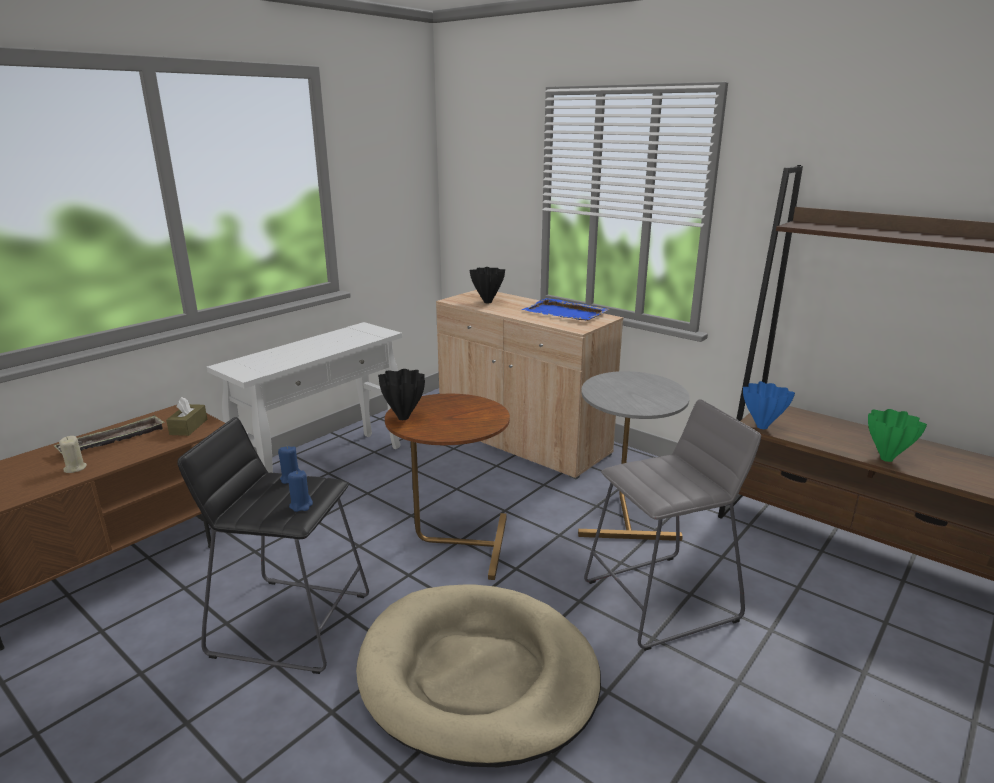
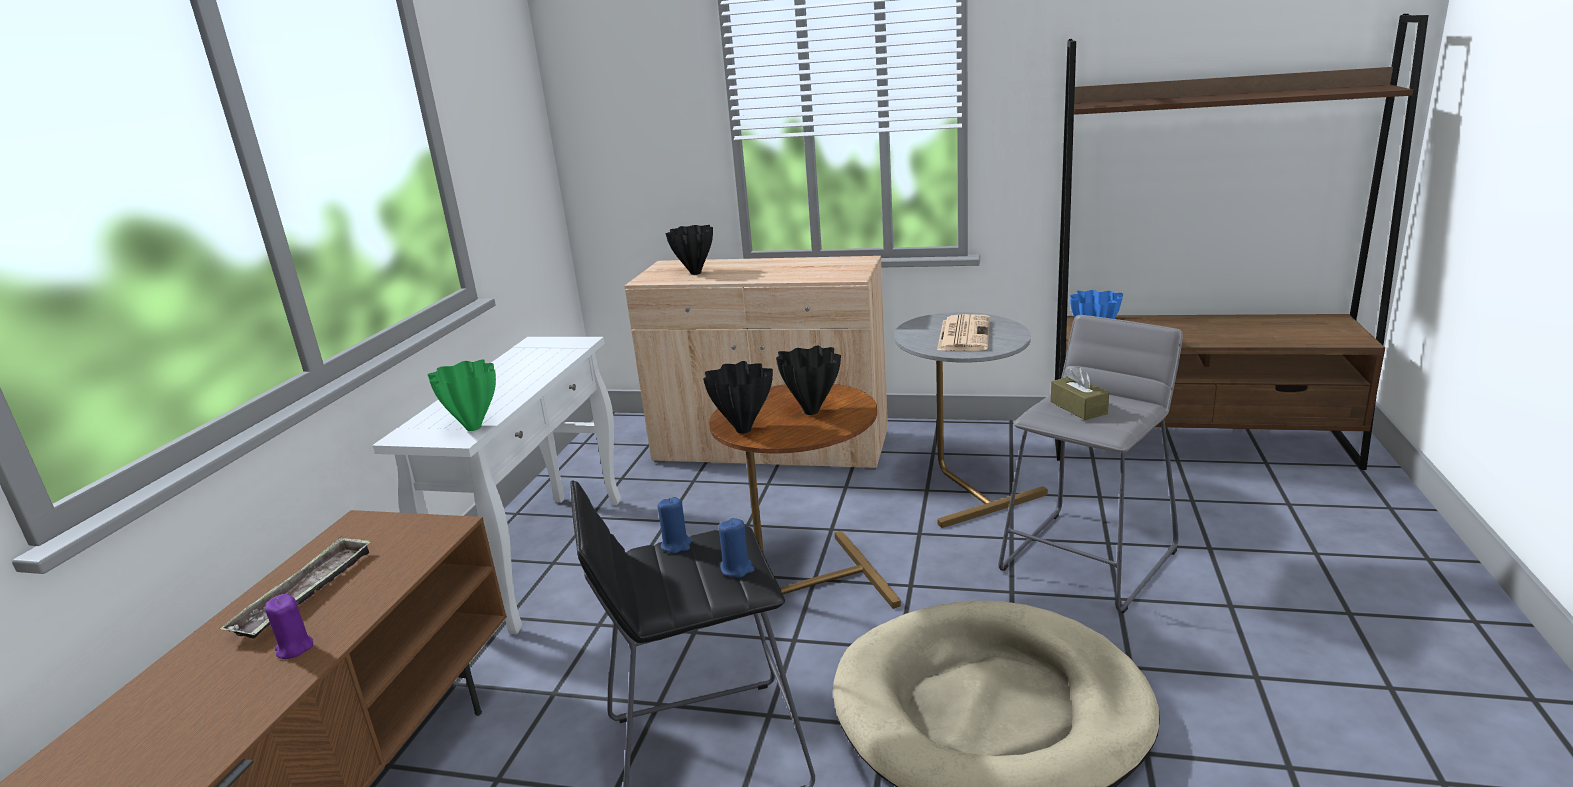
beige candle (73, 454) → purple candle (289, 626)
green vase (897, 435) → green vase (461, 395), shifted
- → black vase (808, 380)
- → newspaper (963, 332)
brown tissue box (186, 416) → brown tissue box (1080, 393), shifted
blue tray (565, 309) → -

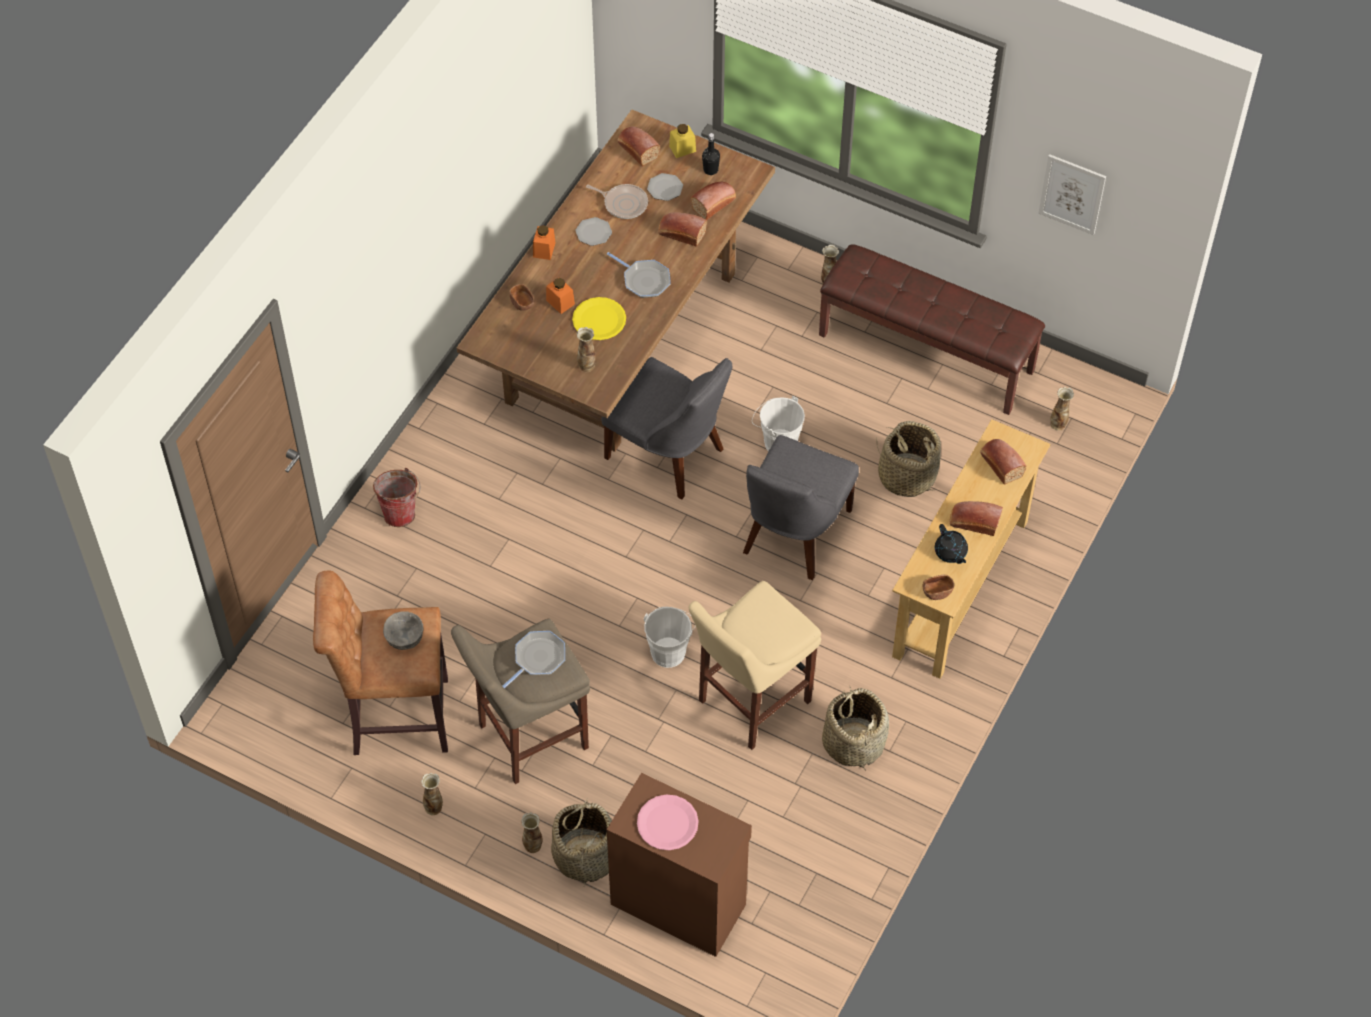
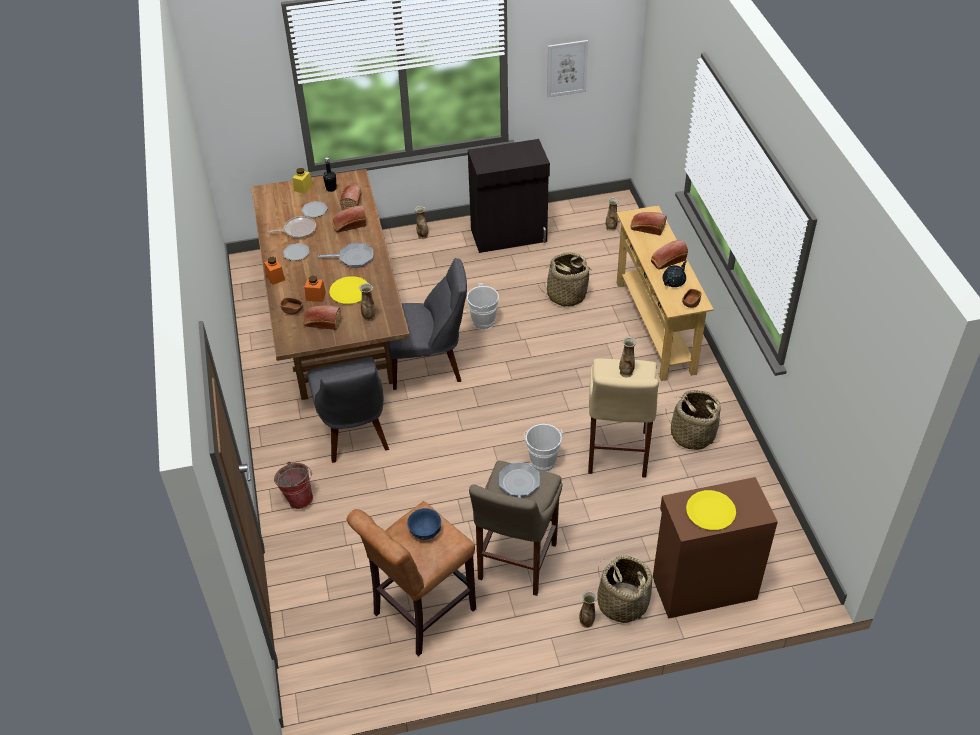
bread (638, 146) → bread (322, 317), shifted
grey chair (801, 507) → grey chair (348, 410), shifted
grey bowl (403, 630) → blue bowl (424, 524)
brown bench (932, 329) → black cabinet (509, 196)
vase (432, 794) → vase (628, 357), shifted
black teapot (951, 544) → black teapot (674, 274), 75 degrees counterclockwise
pink plate (668, 822) → yellow plate (711, 510)

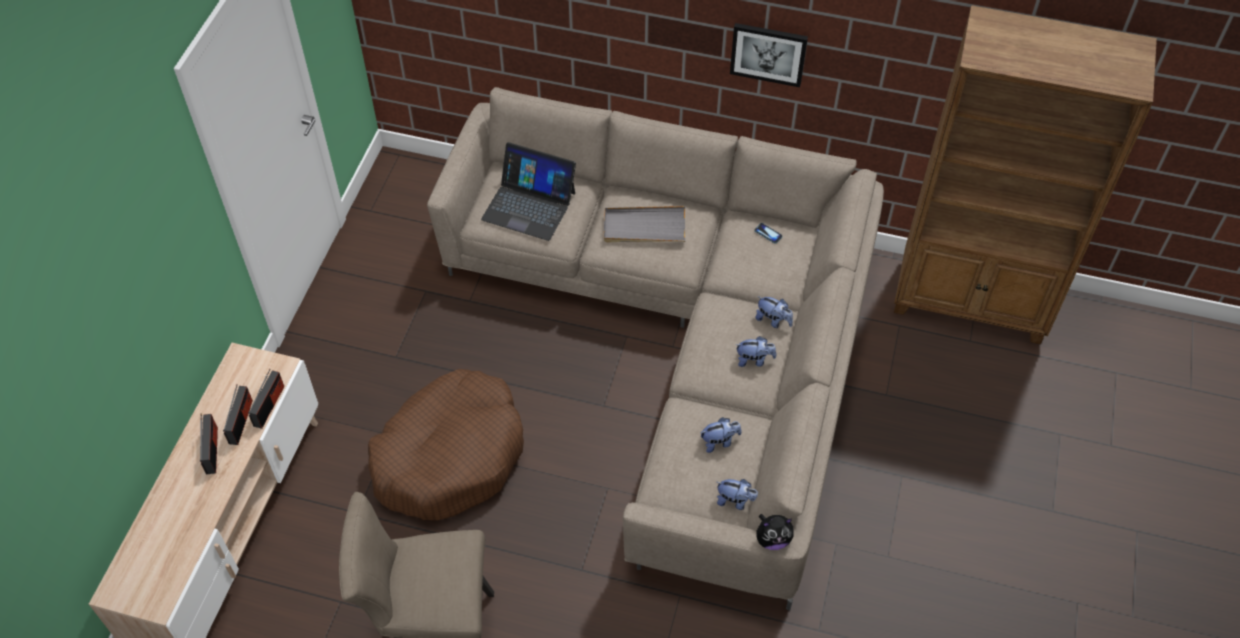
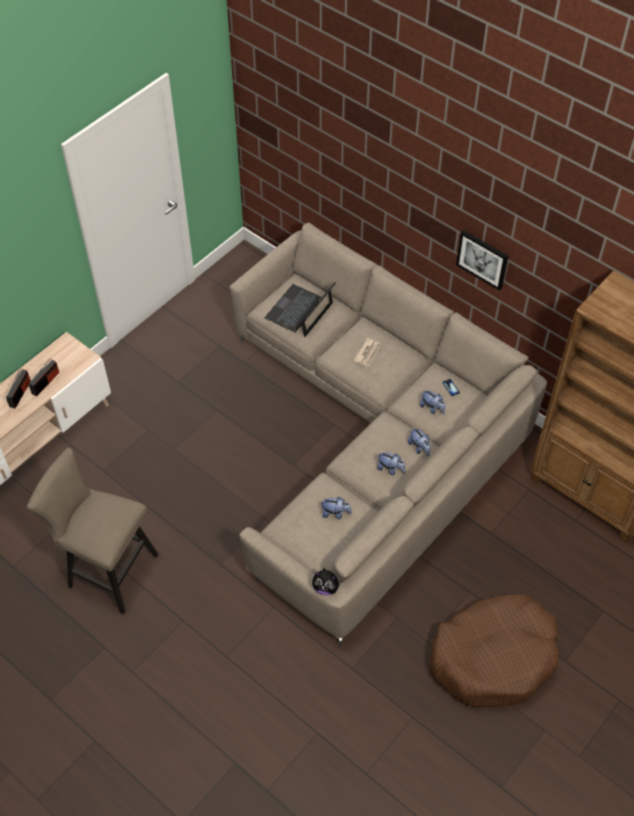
laptop (528, 191) → laptop (300, 309), 75 degrees clockwise
grey tray (644, 224) → newspaper (367, 352)
plush toy (737, 494) → plush toy (432, 402), shifted
brown dog bed (446, 444) → brown dog bed (493, 651), shifted
radio (266, 399) → -

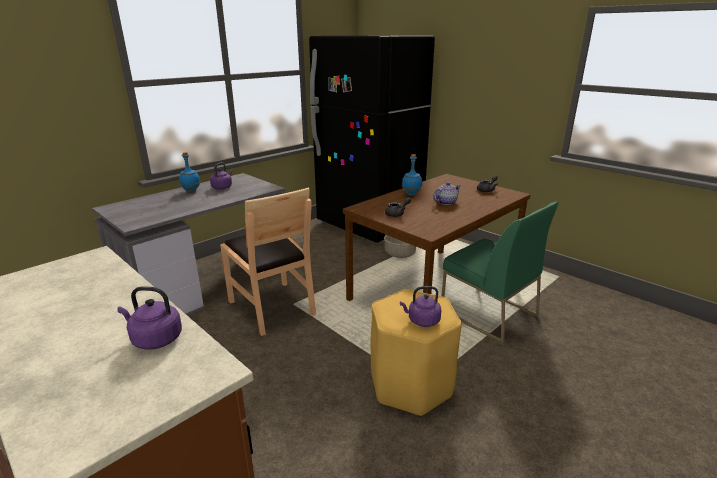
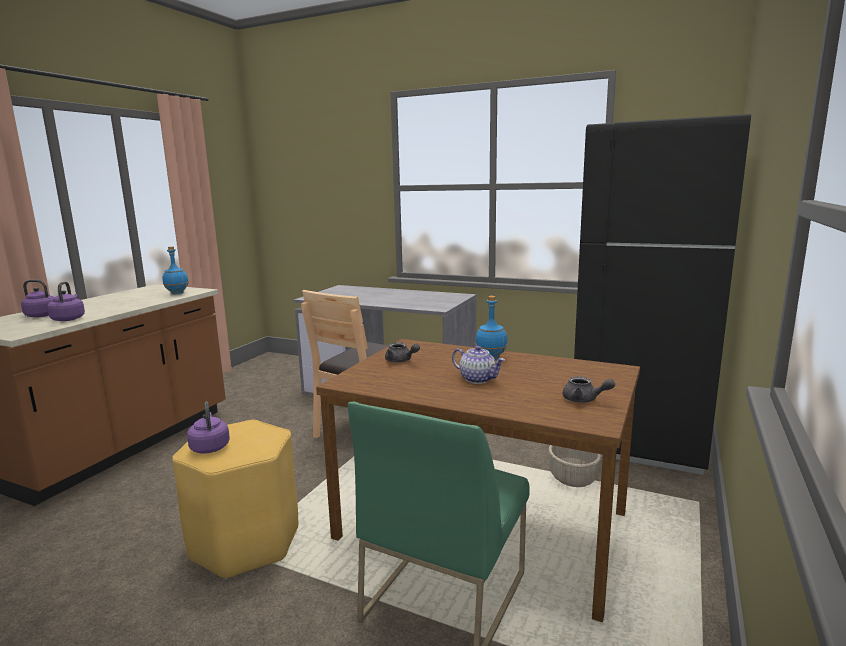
purple kettle (221, 175) → purple kettle (37, 298), shifted
blue bottle (189, 172) → blue bottle (176, 270), shifted

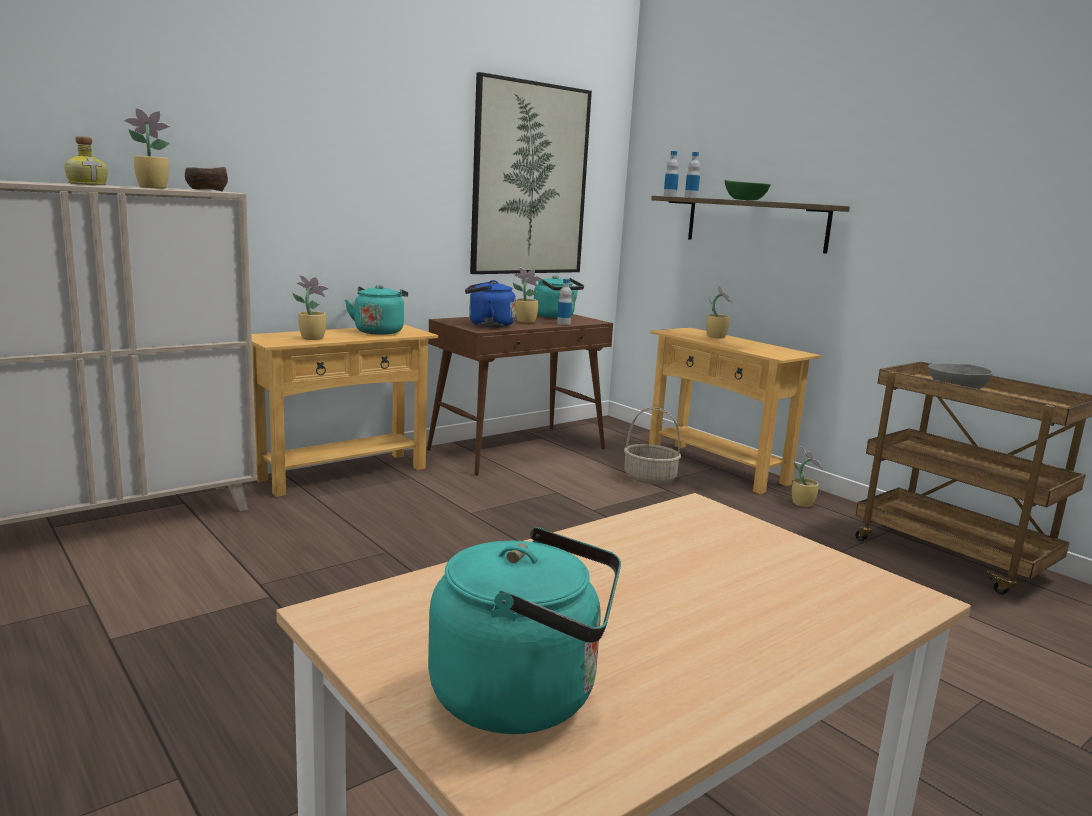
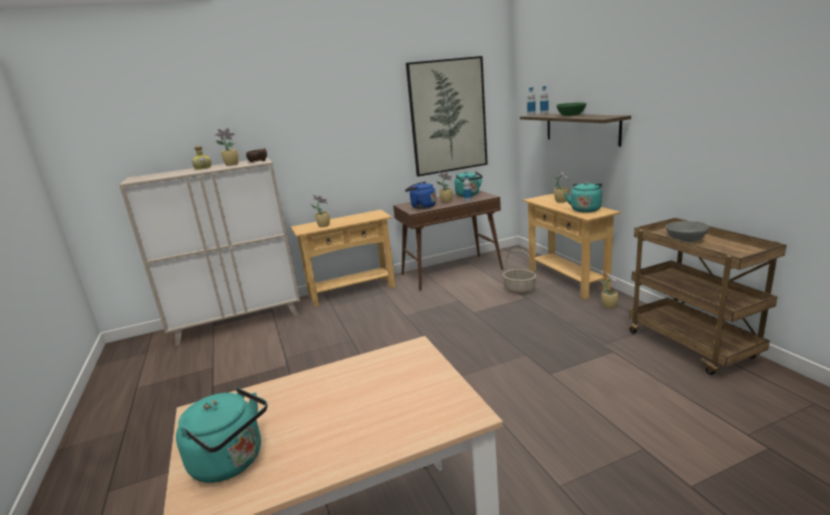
turquoise kettle (376, 310) → turquoise kettle (583, 197), shifted

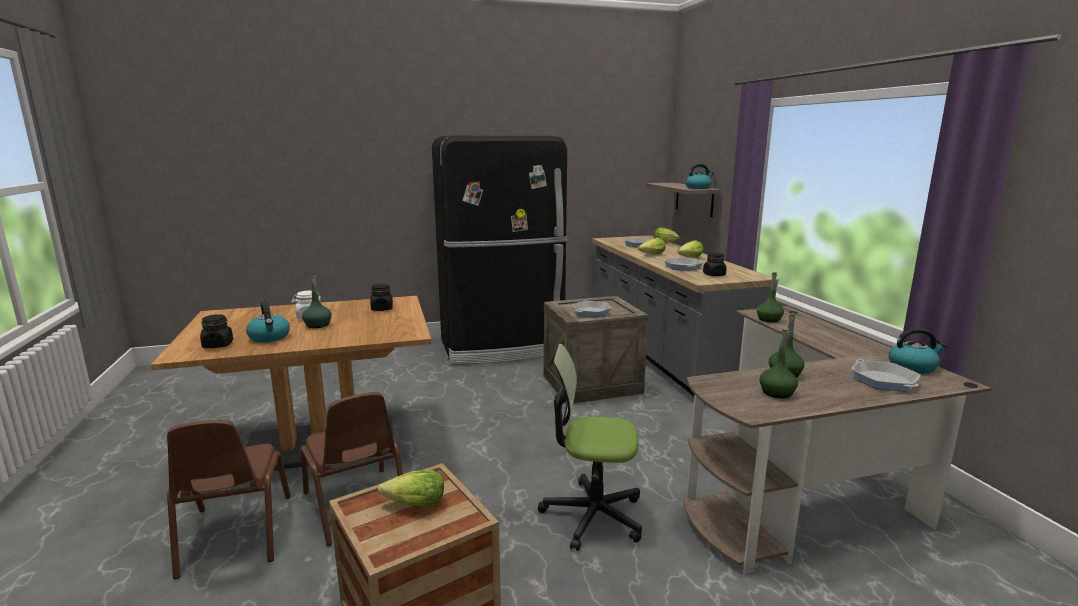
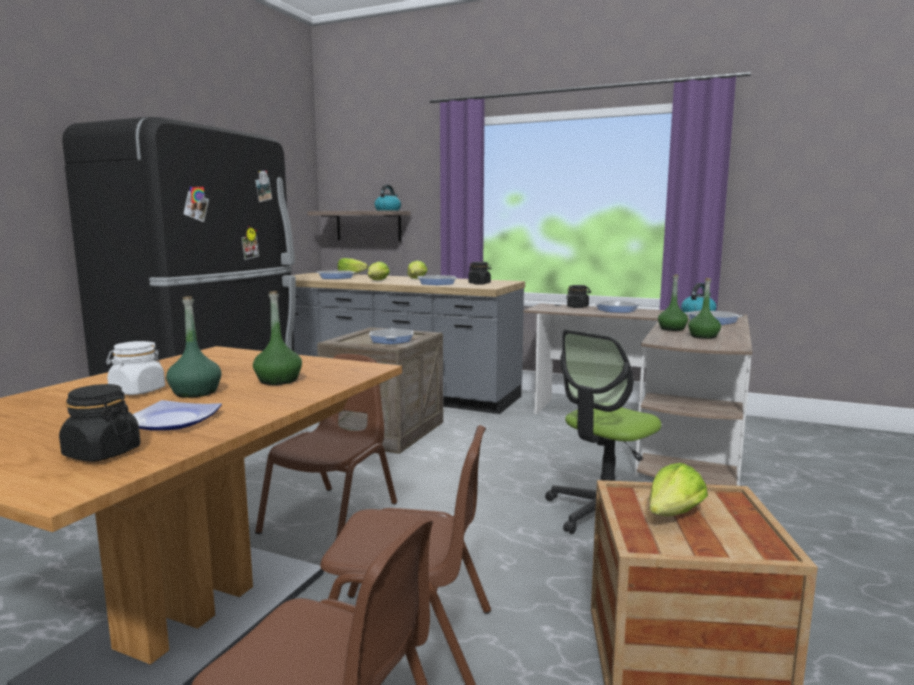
kettle (268, 322) → plate (177, 415)
green bottle (770, 297) → green bottle (277, 338), shifted
- → brown chair (326, 446)
black jar (381, 297) → black jar (578, 296), shifted
- → frying pan (617, 306)

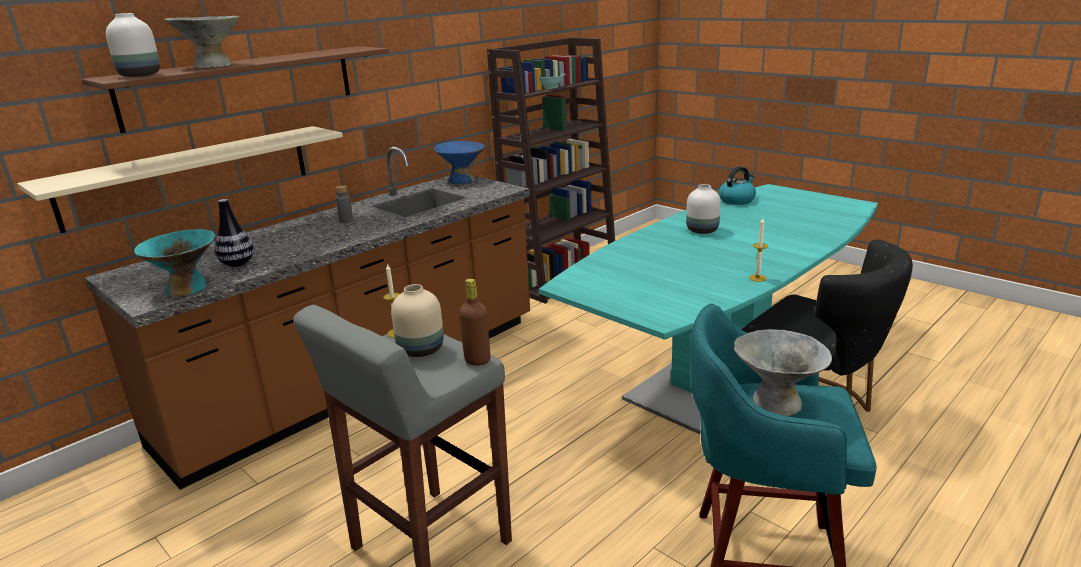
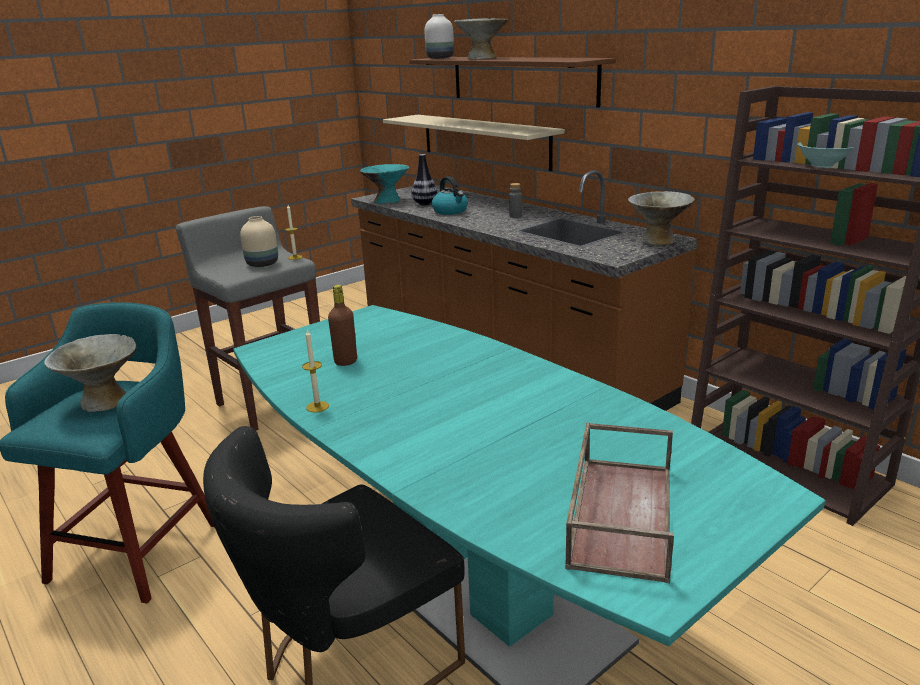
brown bottle (474, 322) → brown bottle (342, 325), shifted
kettle (737, 185) → kettle (450, 195), shifted
- → brown tray (619, 503)
blue bowl (459, 162) → grey bowl (661, 218)
white vase (703, 209) → -

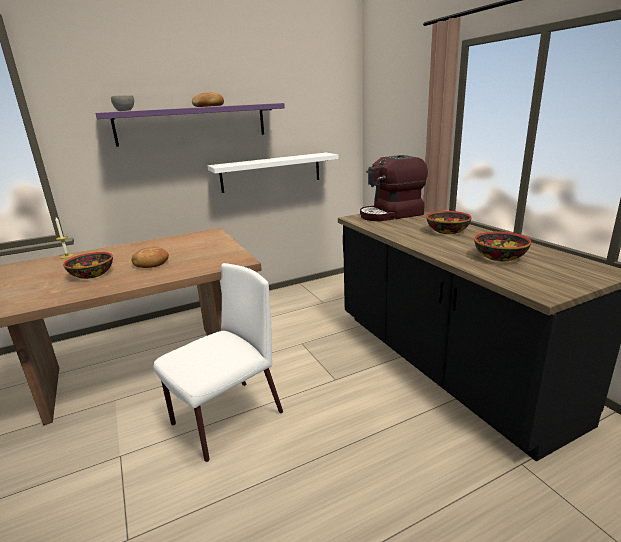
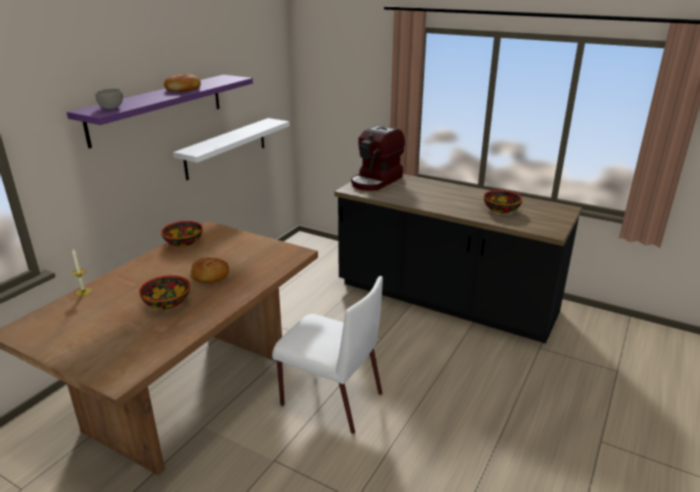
bowl (449, 222) → bowl (182, 234), shifted
white chair (218, 362) → white chair (327, 355), 105 degrees clockwise

